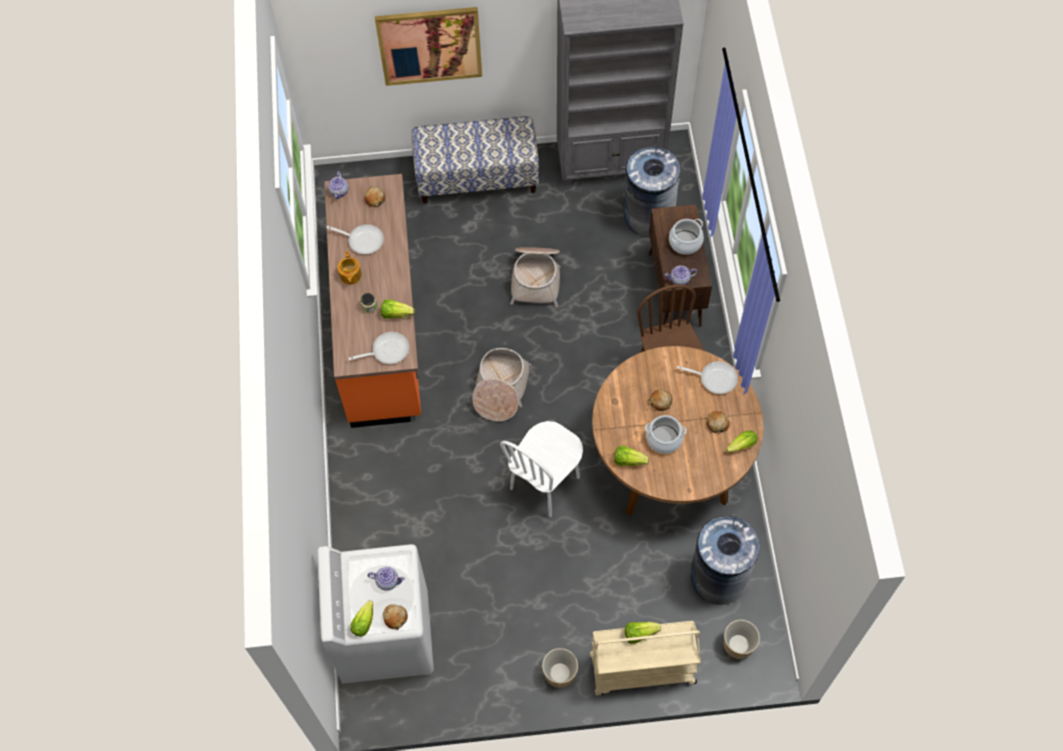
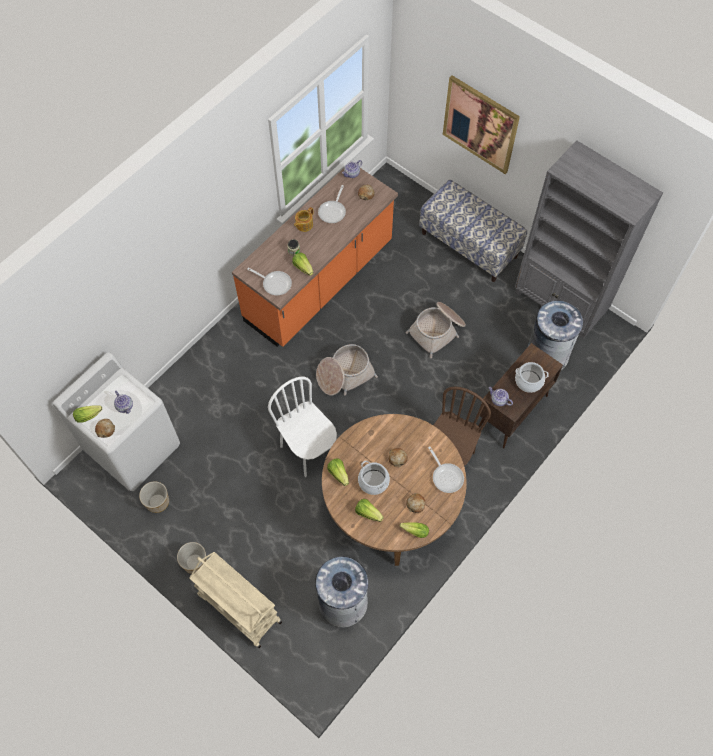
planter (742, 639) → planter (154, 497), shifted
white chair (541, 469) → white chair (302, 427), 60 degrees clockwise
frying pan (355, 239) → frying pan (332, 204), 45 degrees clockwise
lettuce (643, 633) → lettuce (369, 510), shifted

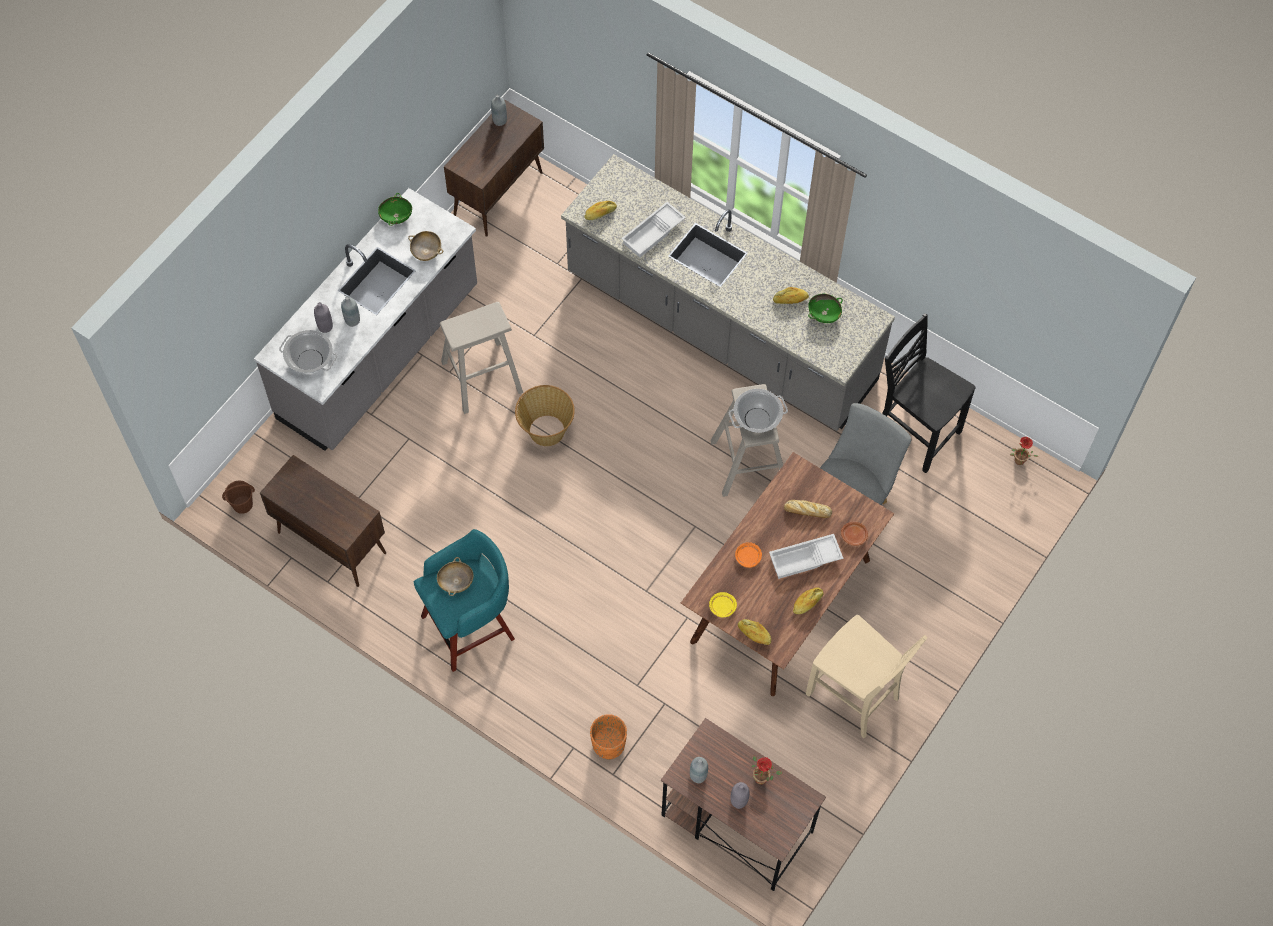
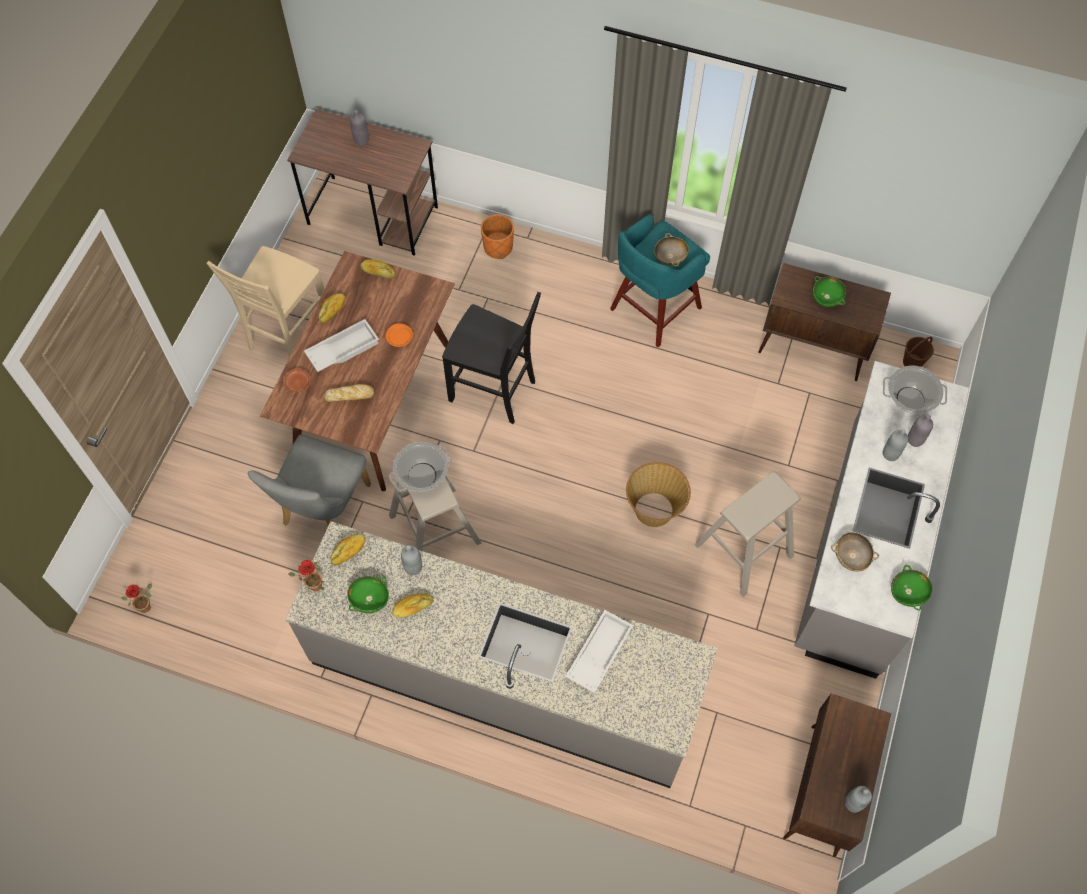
beige chair (867, 676) → beige chair (265, 302), 90 degrees counterclockwise
potted plant (767, 770) → potted plant (306, 575), shifted
bread (600, 210) → bread (348, 550), shifted
grey bottle (699, 770) → grey bottle (411, 560), shifted
black chair (929, 393) → black chair (491, 358), shifted
- → green bowl (829, 291)
yellow plate (723, 604) → -

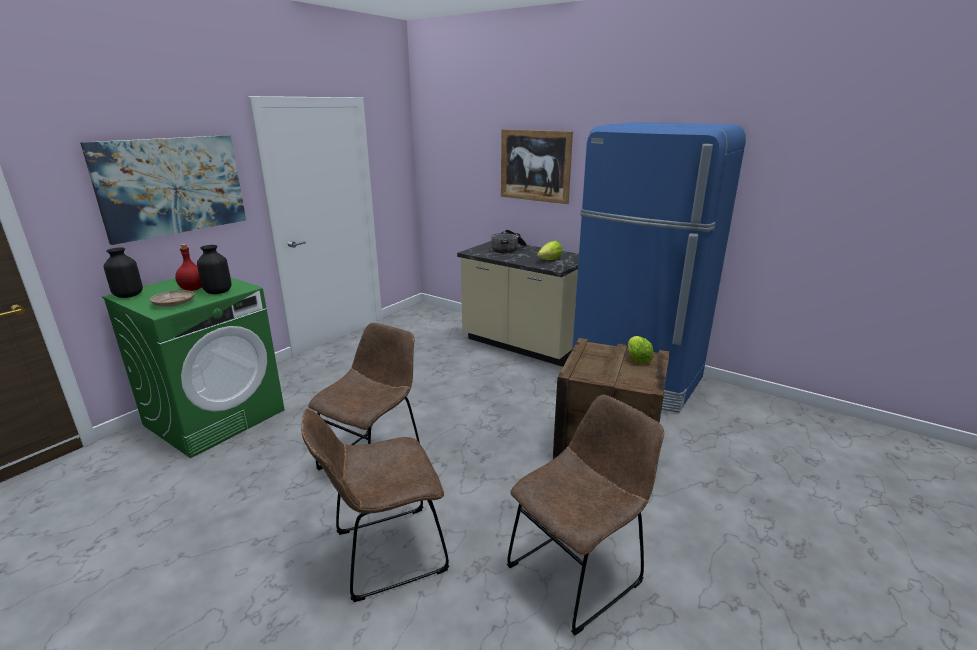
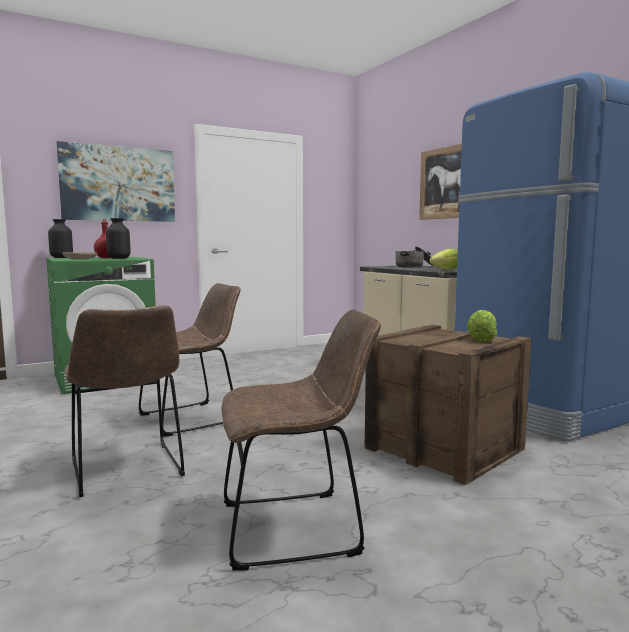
brown chair (375, 505) → brown chair (125, 401), 120 degrees counterclockwise

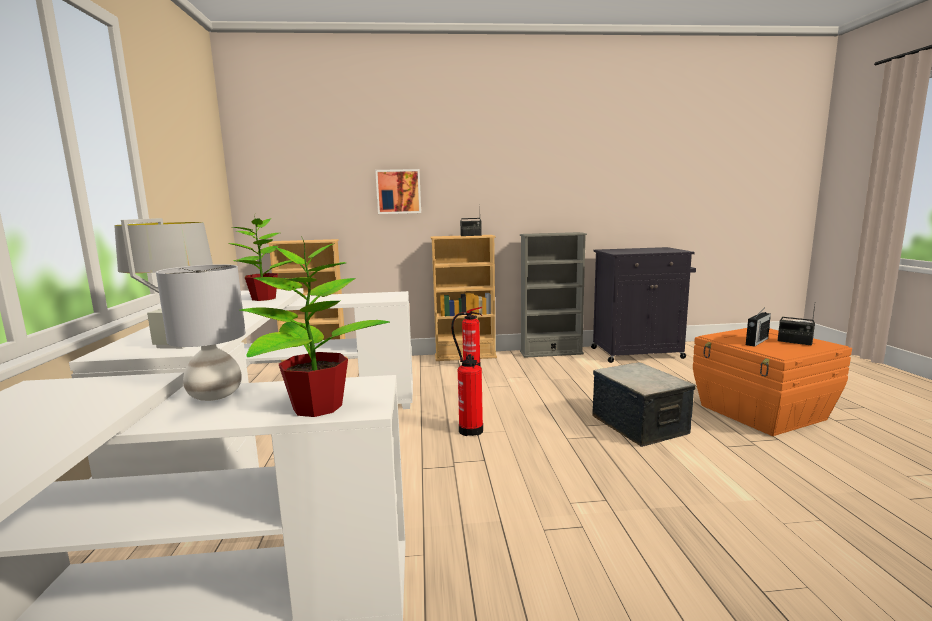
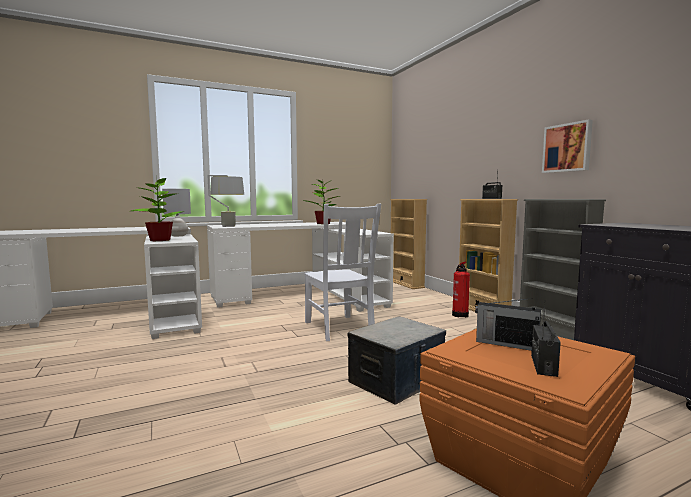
fire extinguisher (470, 394) → white chair (342, 272)
picture (398, 191) → picture (567, 146), shifted

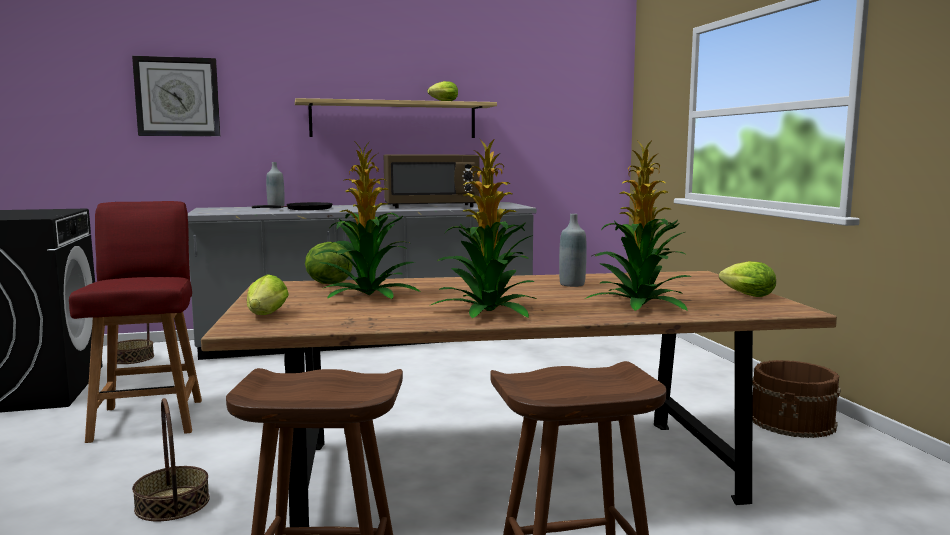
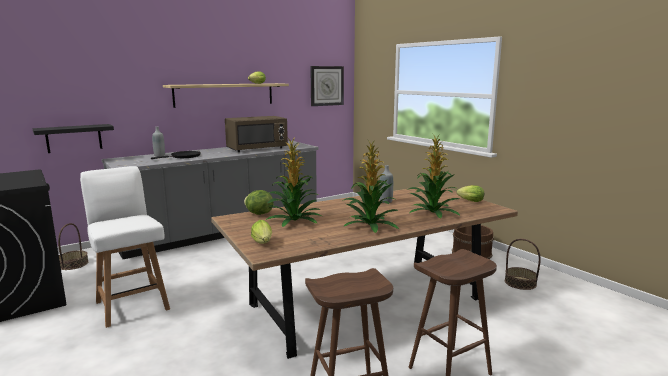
- → black shelf (73, 138)
red chair (135, 322) → white chair (125, 247)
wall clock (176, 96) → wall clock (327, 86), shifted
basket (171, 459) → basket (523, 264), shifted

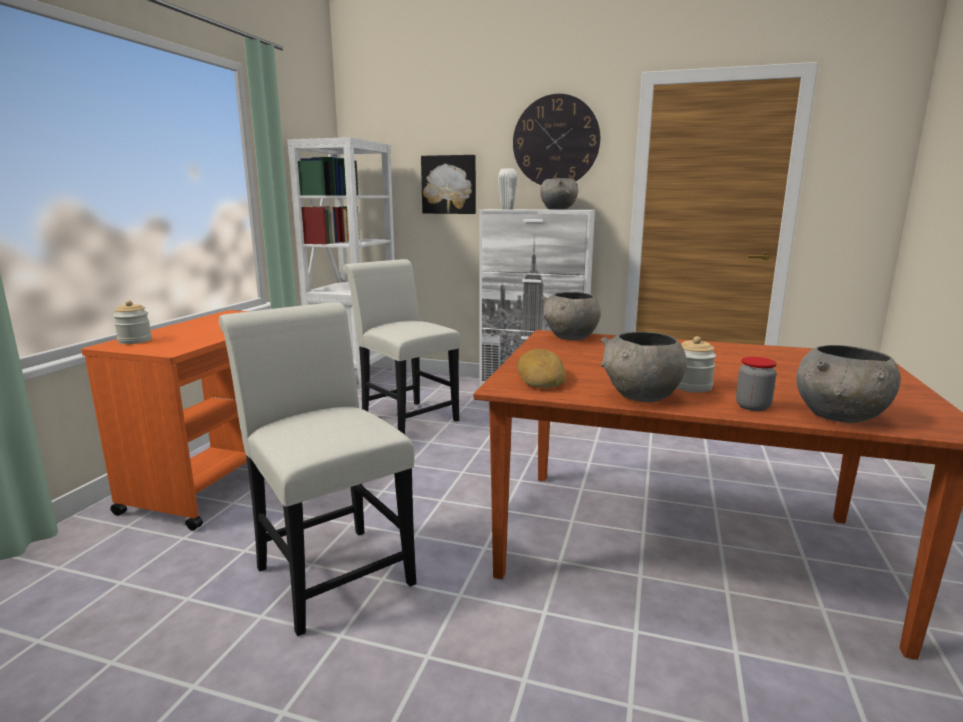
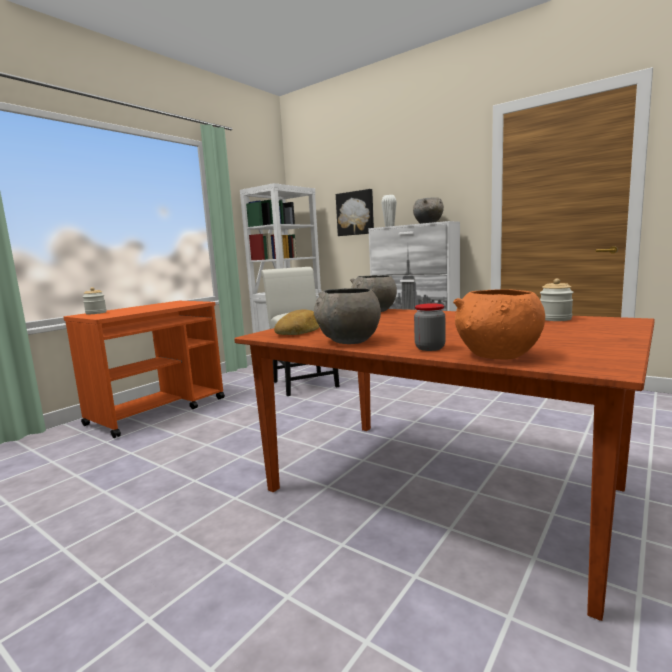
grey bowl (848, 384) → orange bowl (499, 324)
jar (696, 364) → jar (556, 300), shifted
white chair (318, 469) → -
wall clock (556, 139) → -

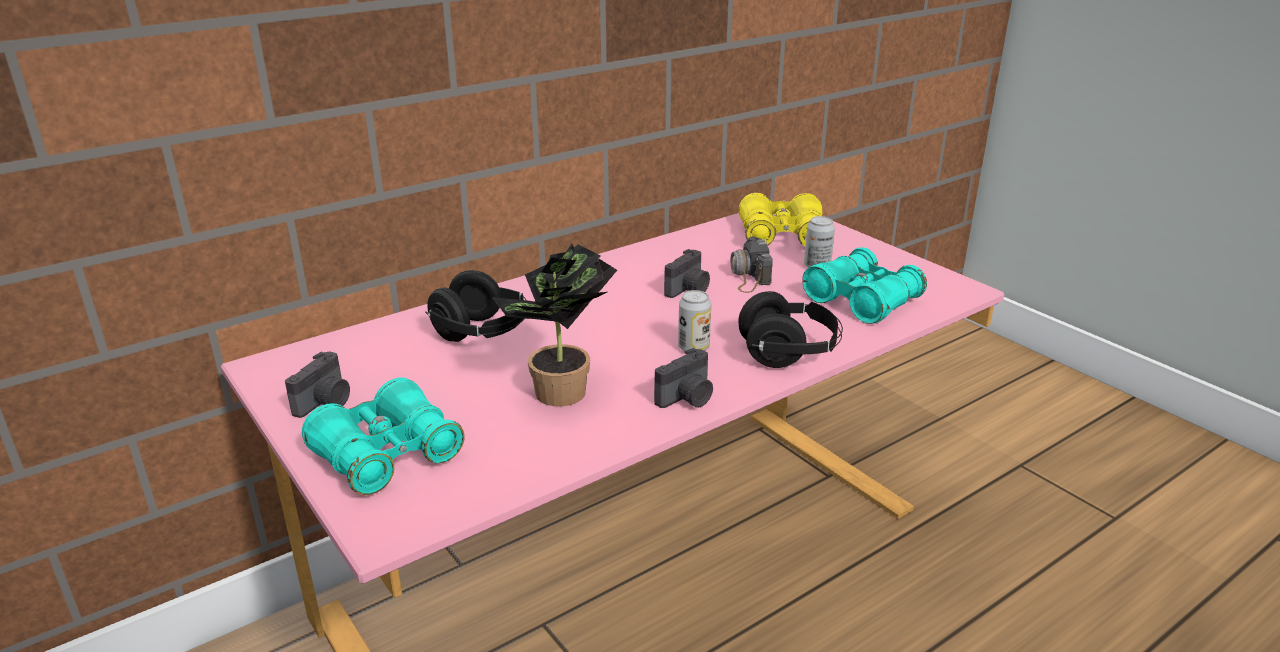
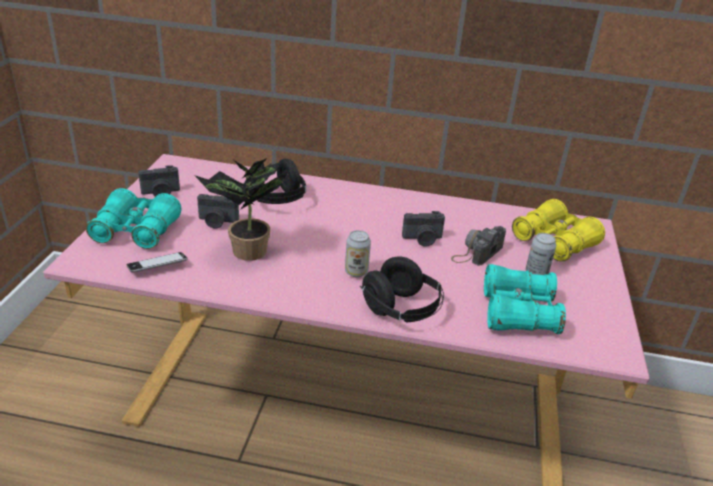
- → phone (157, 262)
photo camera (683, 378) → photo camera (218, 211), shifted

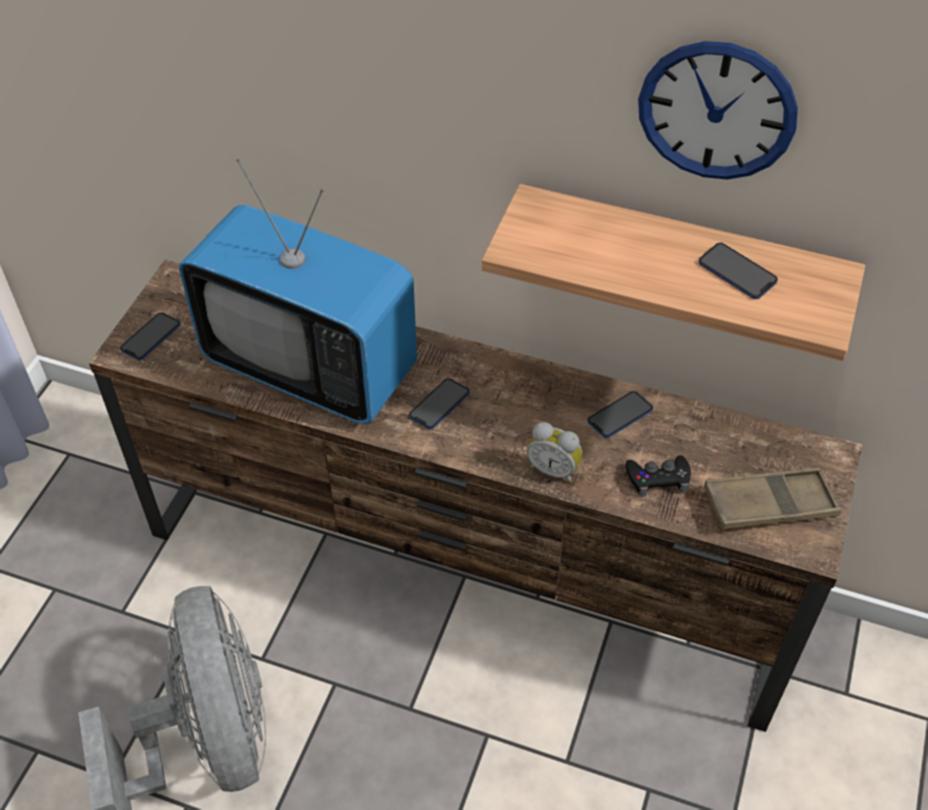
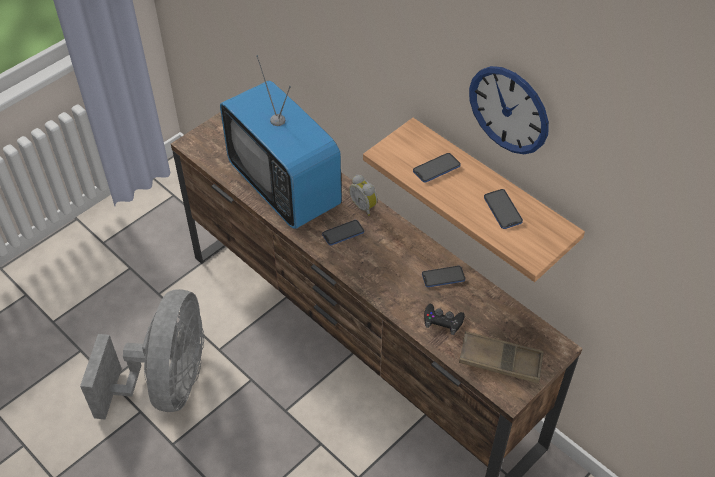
alarm clock (554, 452) → alarm clock (363, 195), shifted
phone (150, 336) → phone (437, 167), shifted

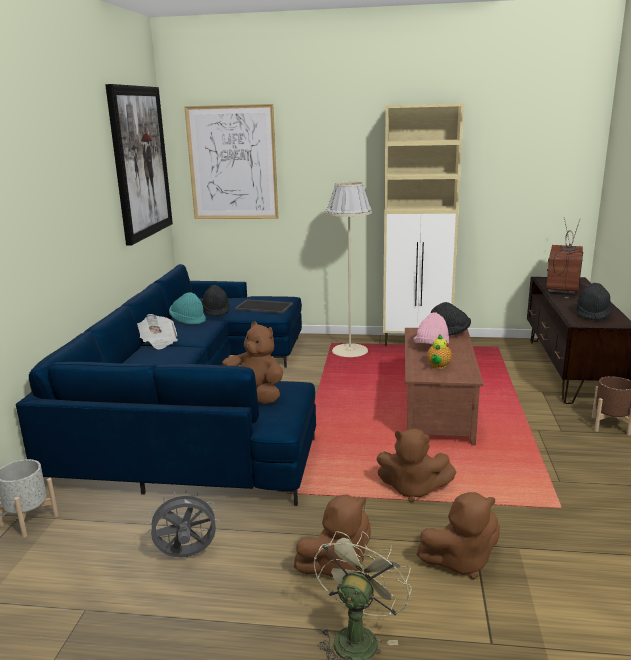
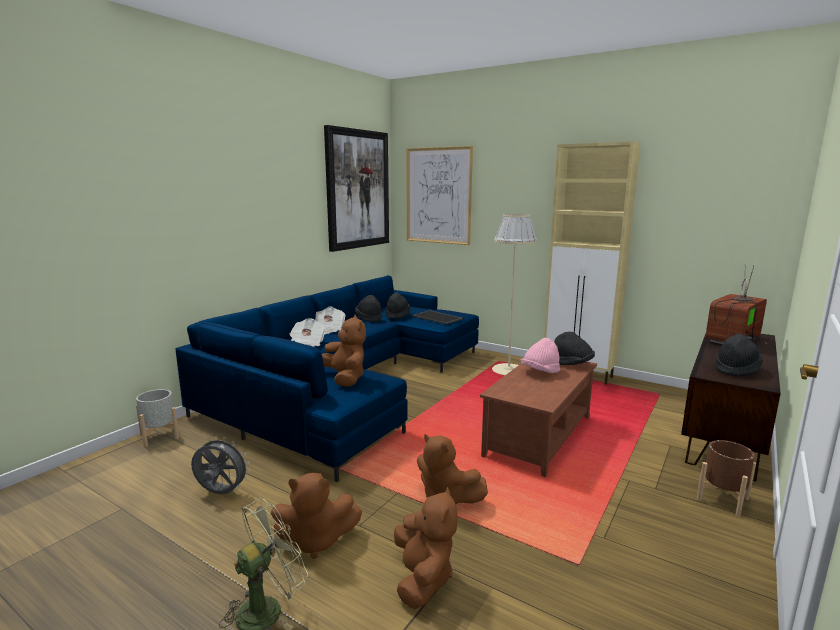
- → newspaper (308, 332)
turquoise hat (187, 308) → black hat (368, 308)
brown plush toy (458, 535) → brown plush toy (425, 548), 105 degrees counterclockwise
teapot (439, 351) → -

